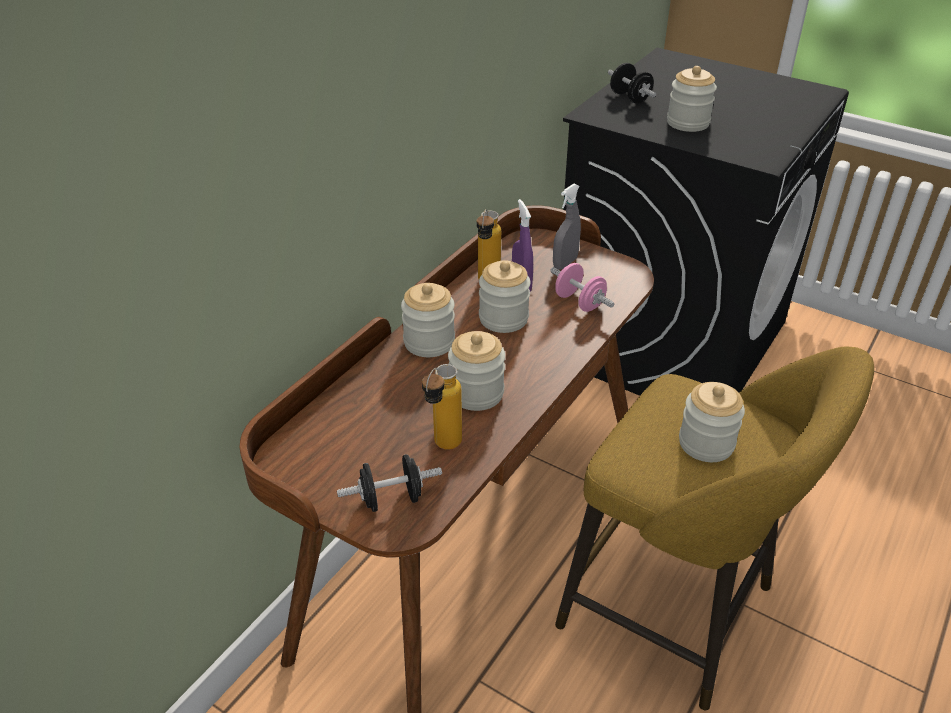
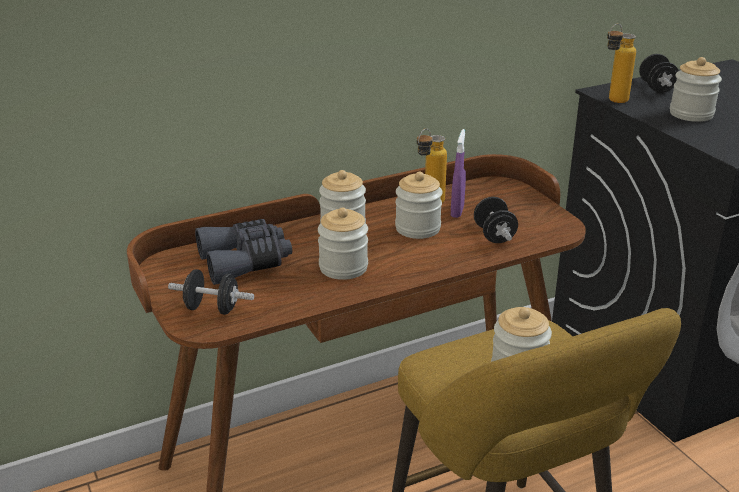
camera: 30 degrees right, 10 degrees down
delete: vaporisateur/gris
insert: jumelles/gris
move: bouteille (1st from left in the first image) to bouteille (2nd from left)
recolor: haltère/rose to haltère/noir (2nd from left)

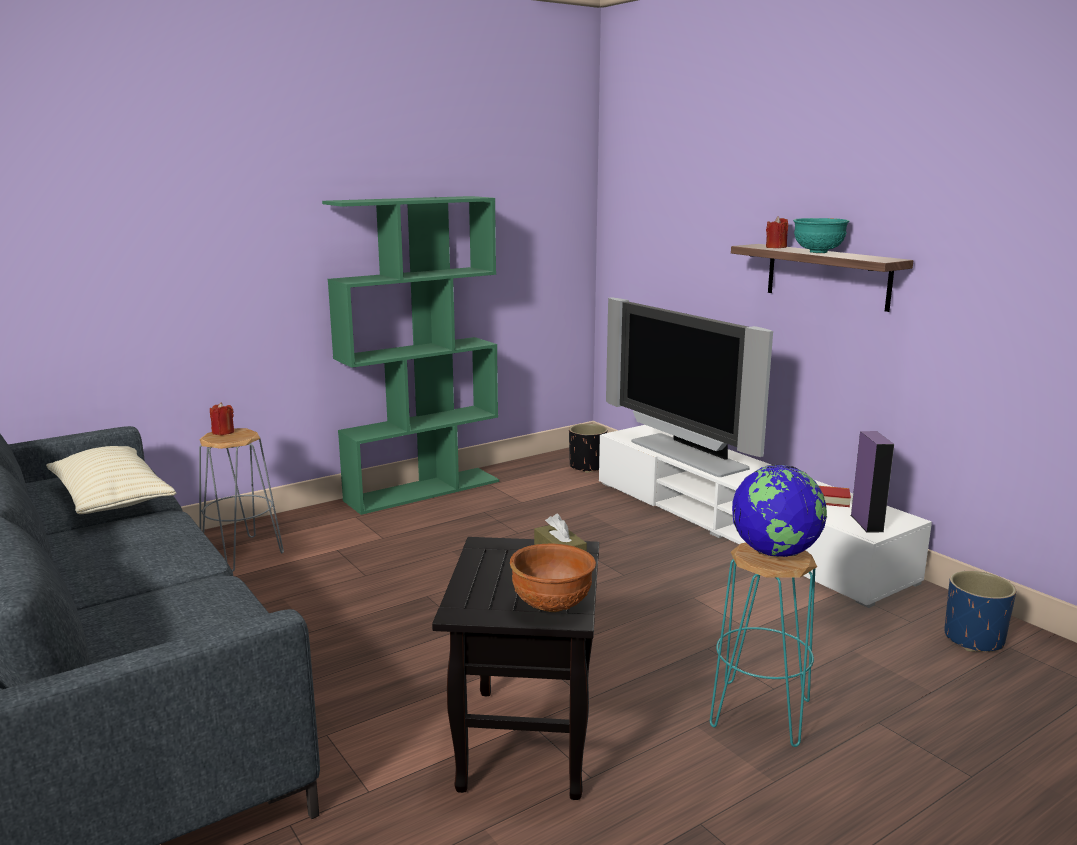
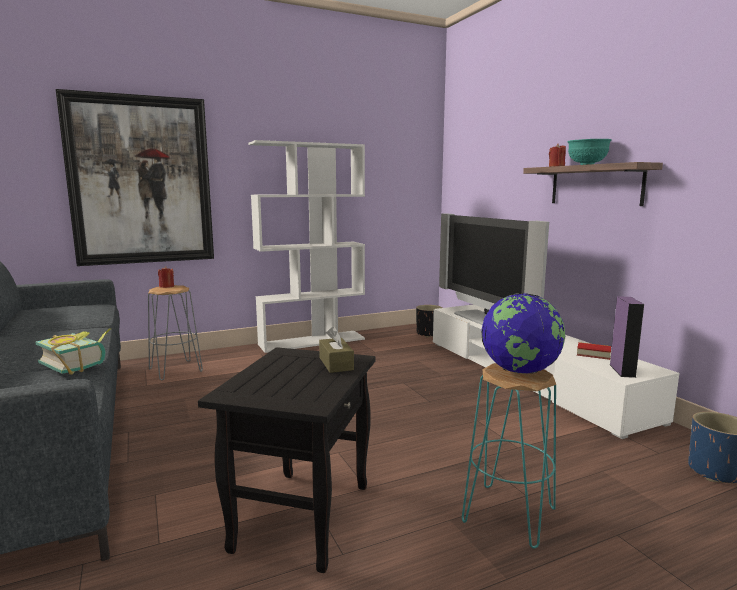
camera: 10 degrees right, 5 degrees down
delete: coussin/beige; bol/marron
insert: livre (1st from left); tableau
recolor: bibliothèque/vert to bibliothèque/blanc

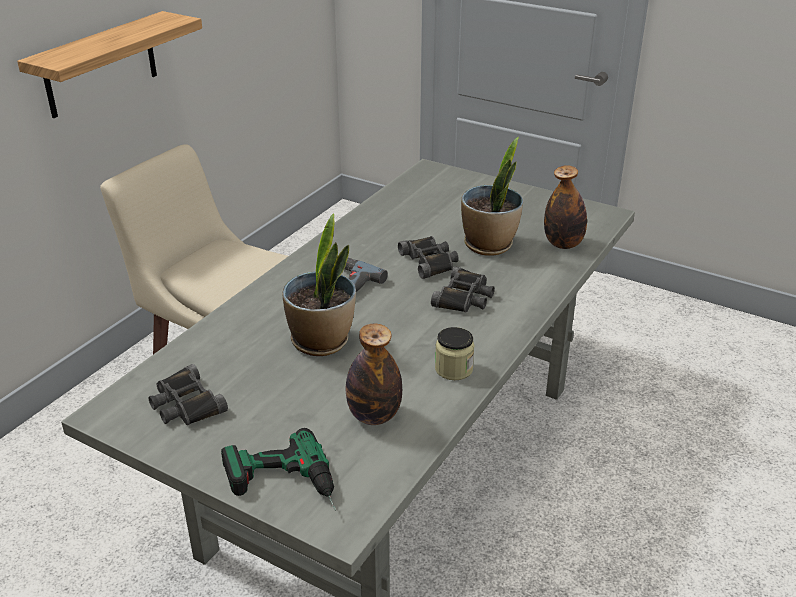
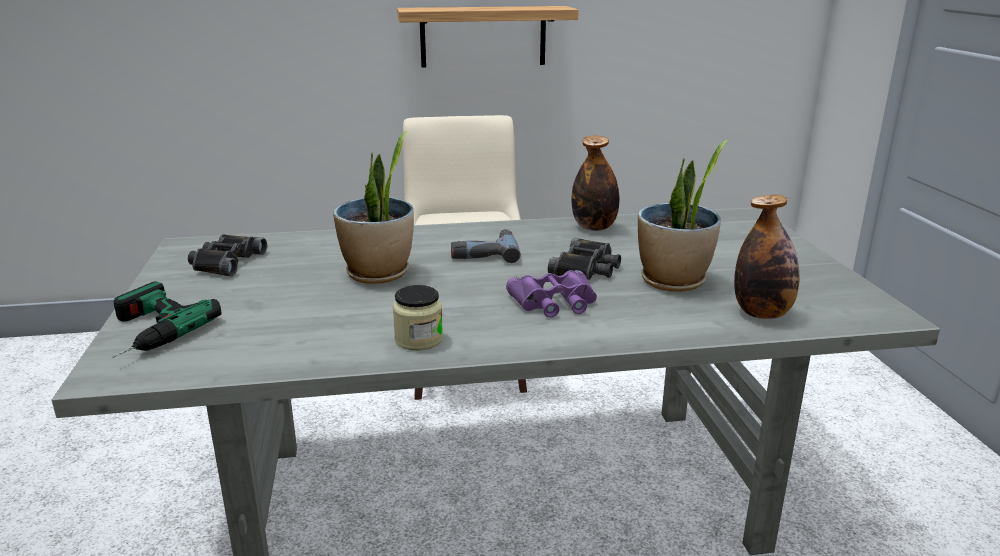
camera: 50 degrees right, 10 degrees down
move: bouteille (1st from left)
recolor: jumelles/noir (3rd from left) to jumelles/violet

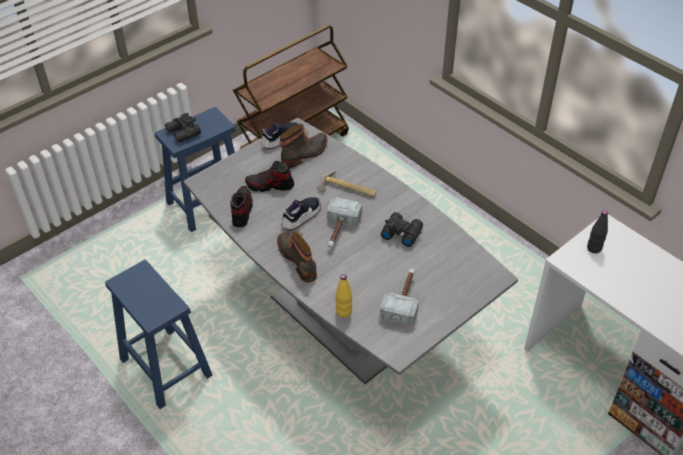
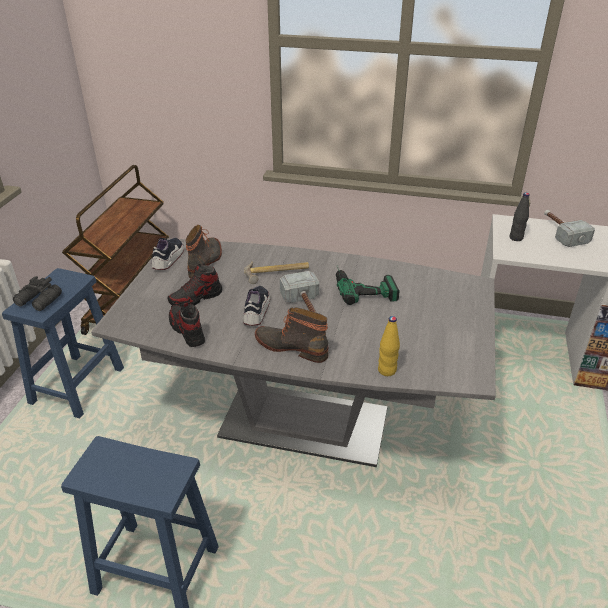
camera: 35 degrees left, 10 degrees down
move: marteau (3rd from left)
replace: jumelles/noir (2nd from left) to perceuse

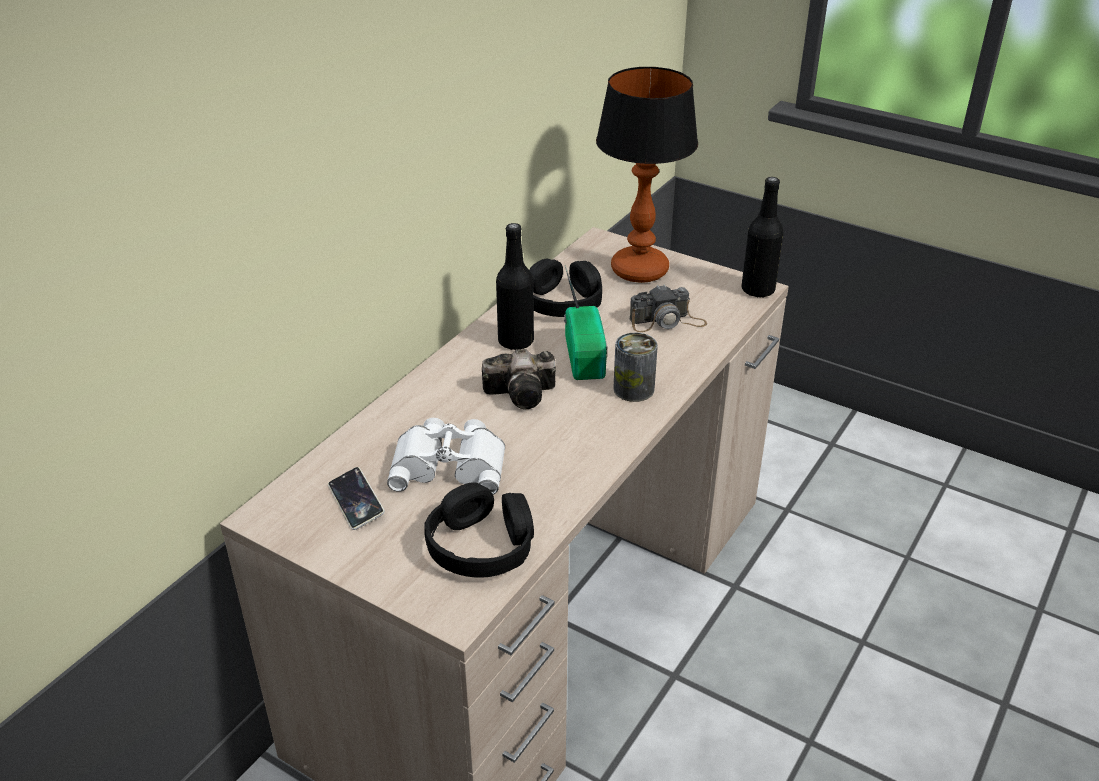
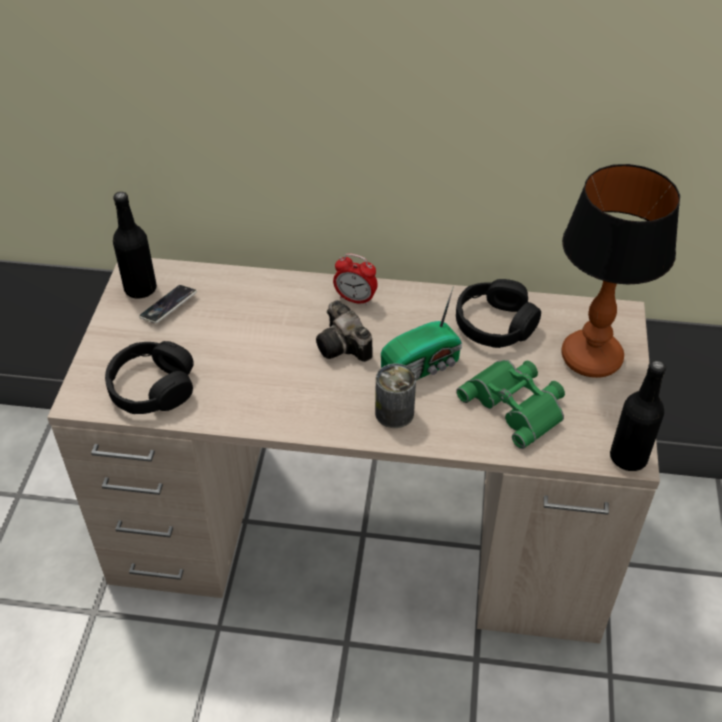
camera: 65 degrees right, 10 degrees up
delete: jumelles/blanc
insert: réveil
move: bouteille/noir (1st from left)
replace: appareil photo (2nd from left) to jumelles/vert

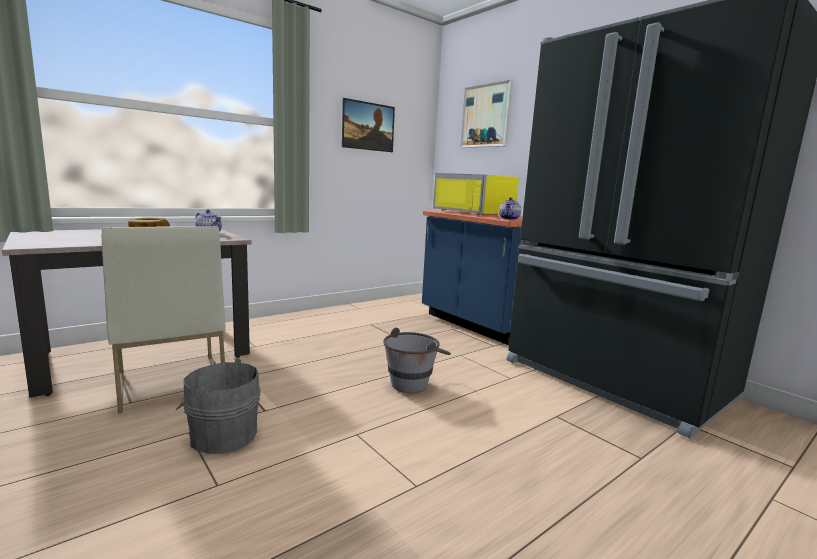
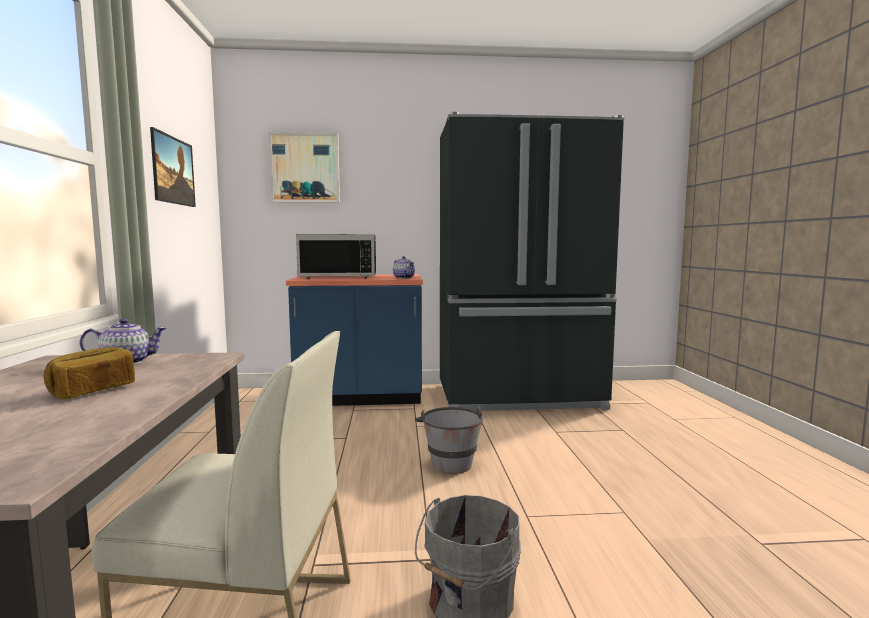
camera: 55 degrees left, 5 degrees down
recolor: micro-ondes/jaune to micro-ondes/noir

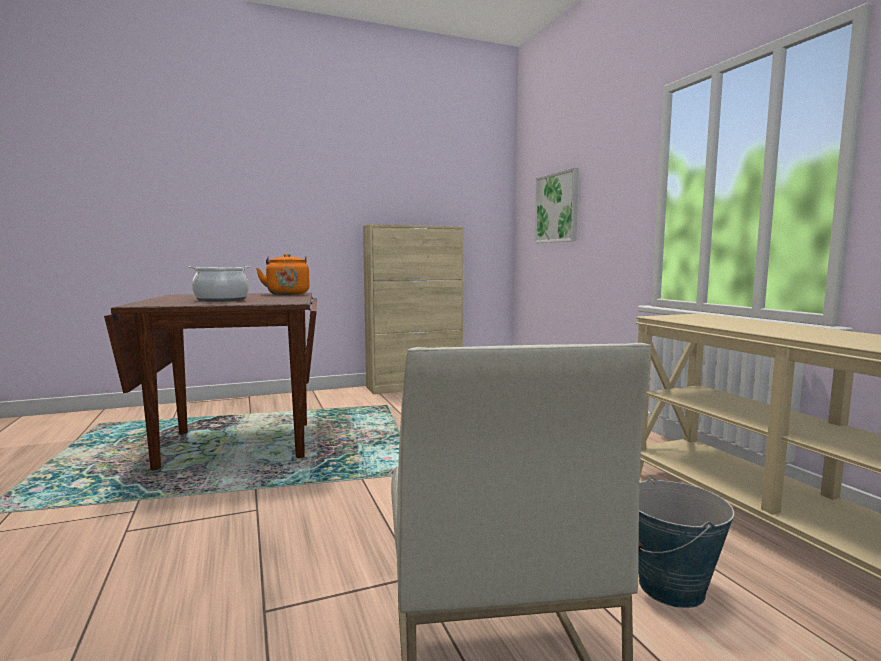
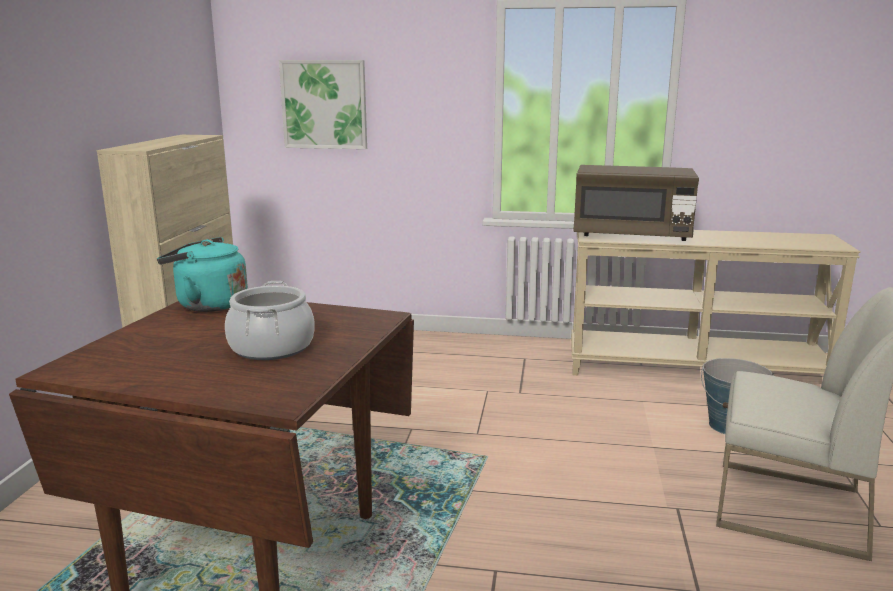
camera: 60 degrees left, 10 degrees up
insert: micro-ondes/marron
recolor: bouilloire/orange to bouilloire/turquoise

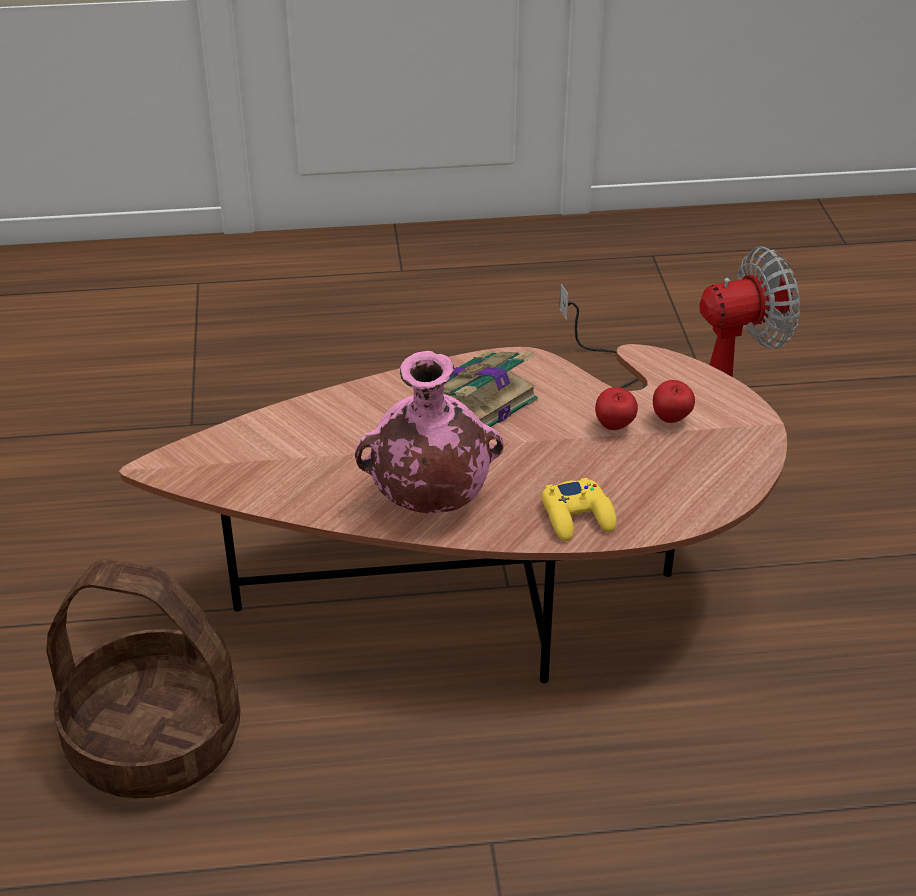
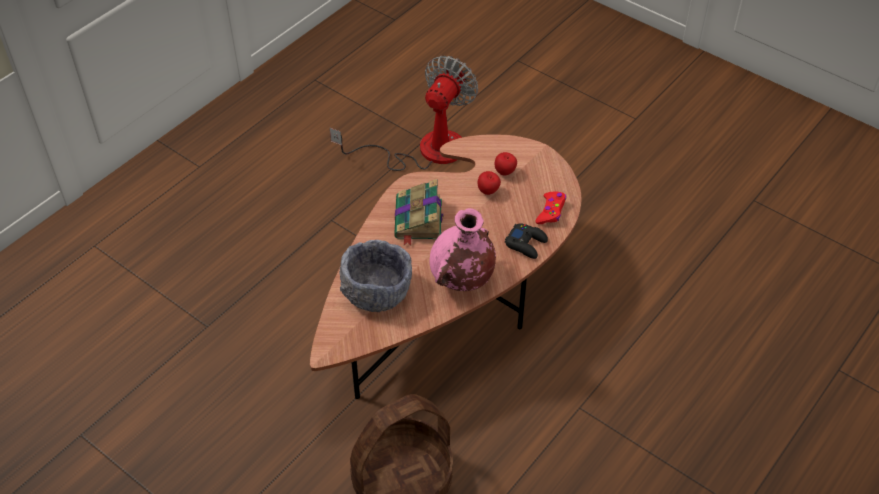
camera: 45 degrees left, 10 degrees up
insert: bol/gris; manette/rouge
recolor: manette/jaune to manette/noir

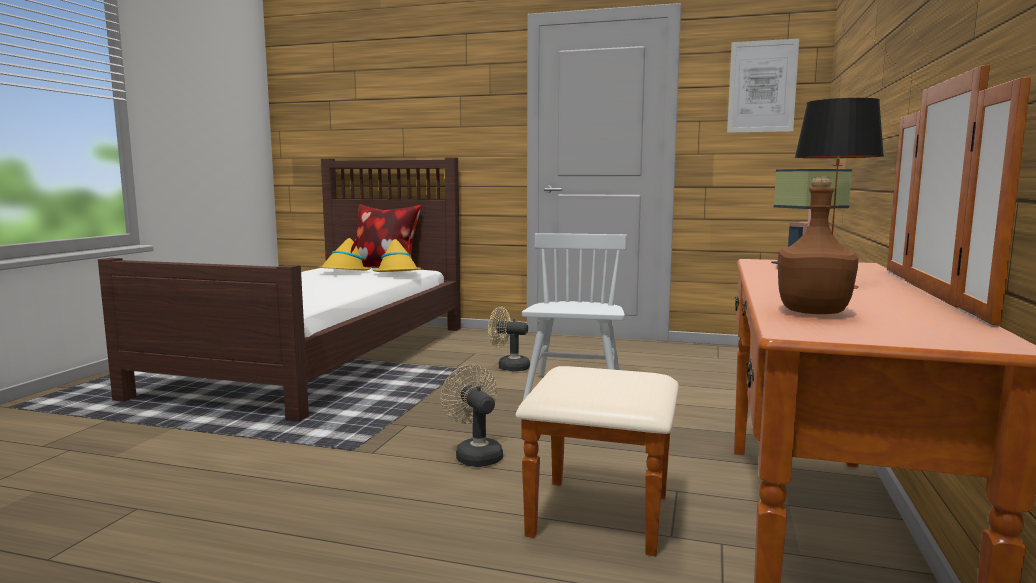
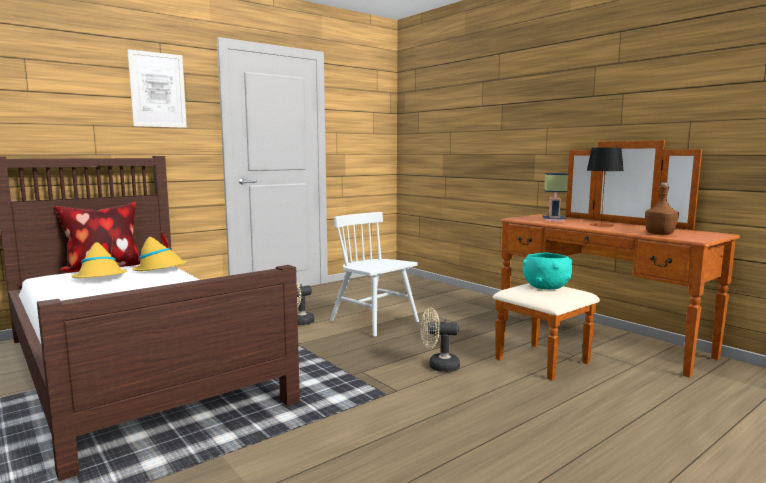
camera: 55 degrees left, 0 degrees up
insert: bol/turquoise
move: tableau

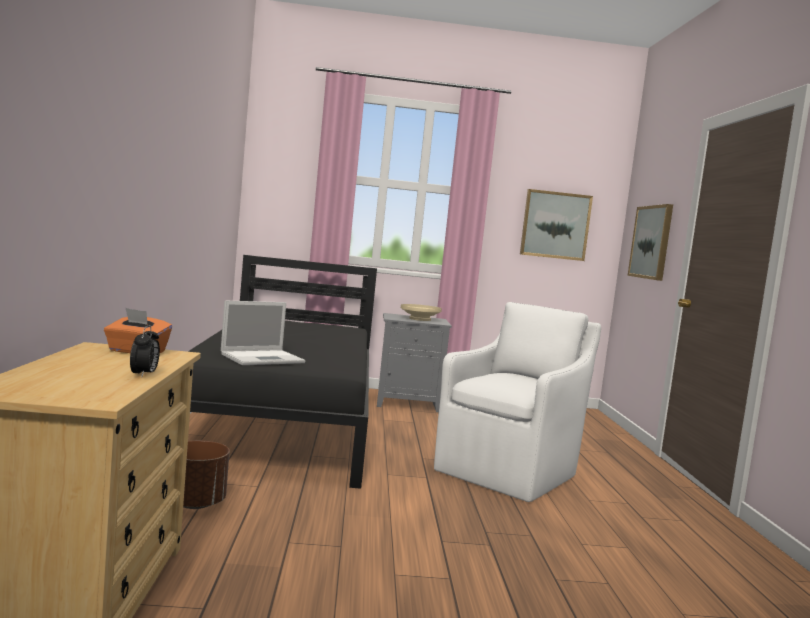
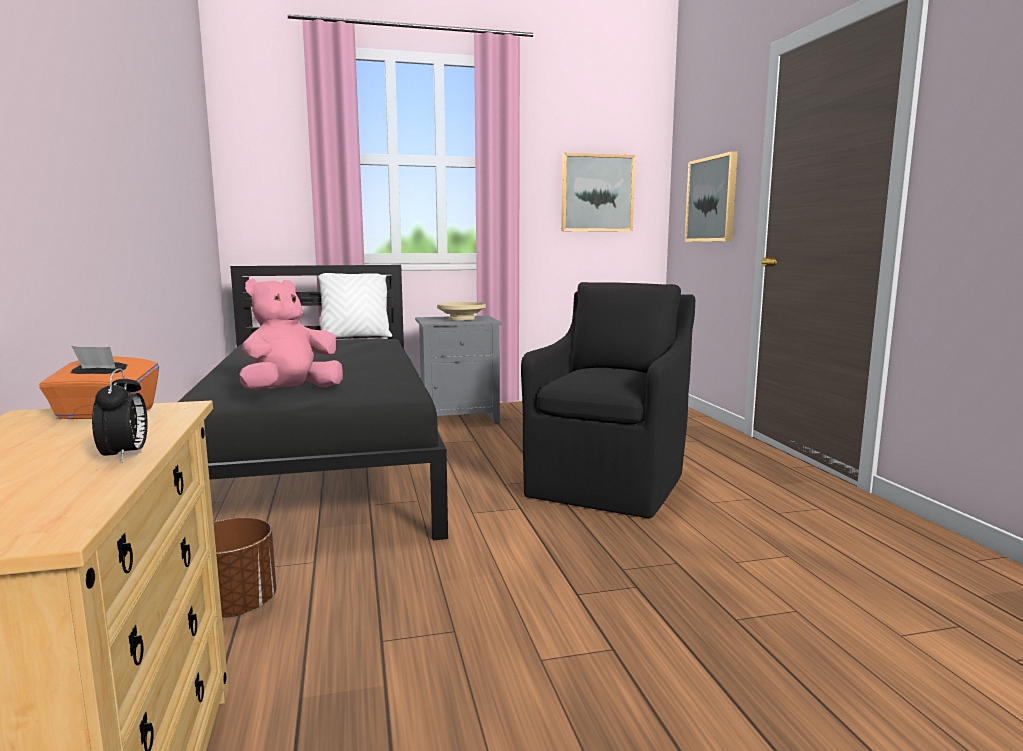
camera: 10 degrees left, 5 degrees up
insert: coussin/blanc
replace: ordinateur portable to peluche/rose
recolor: fauteuil/blanc to fauteuil/noir

